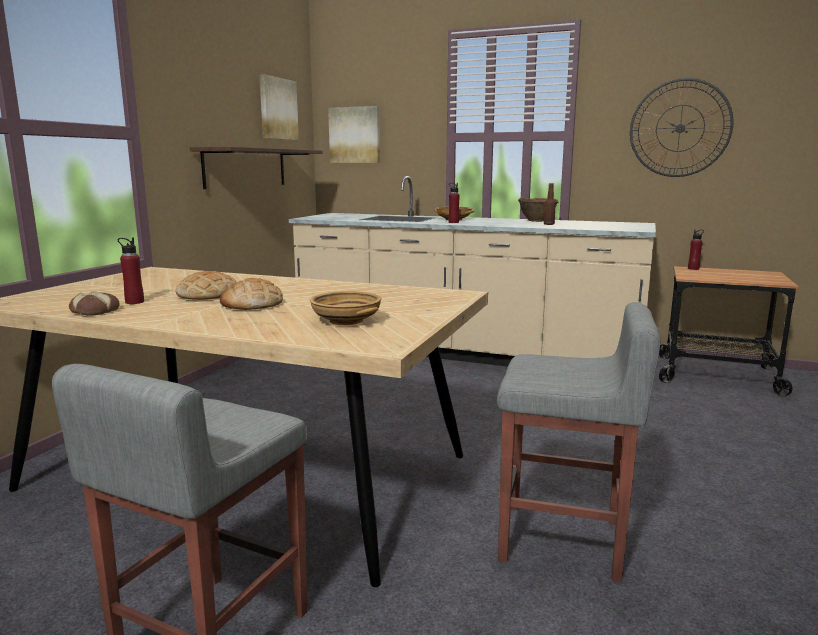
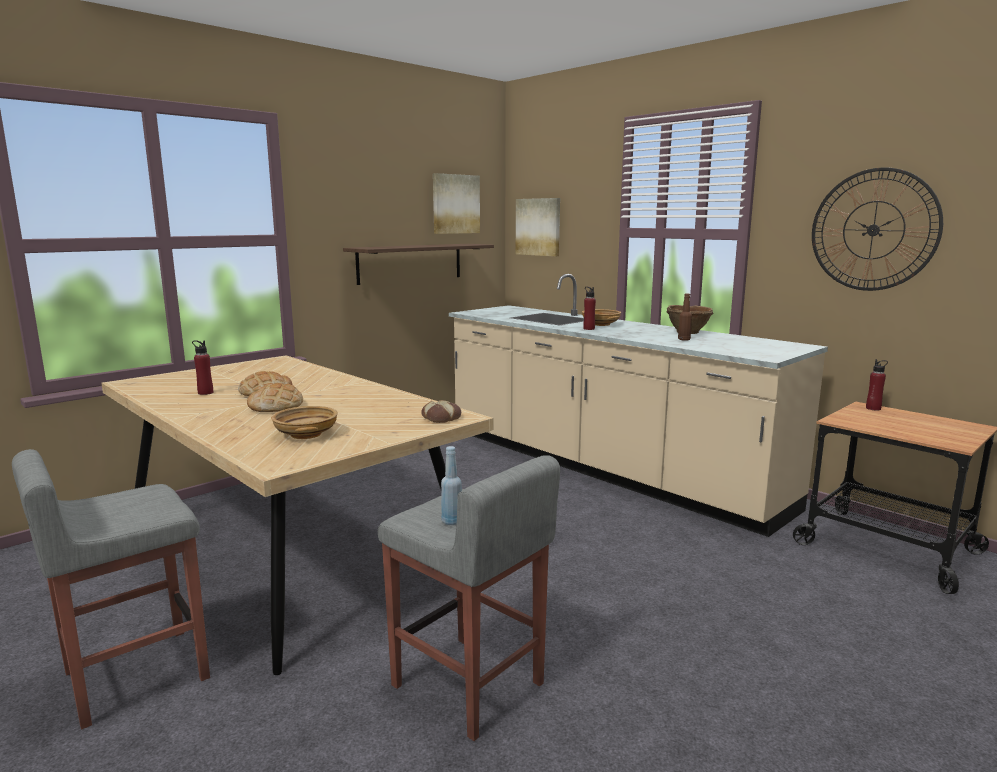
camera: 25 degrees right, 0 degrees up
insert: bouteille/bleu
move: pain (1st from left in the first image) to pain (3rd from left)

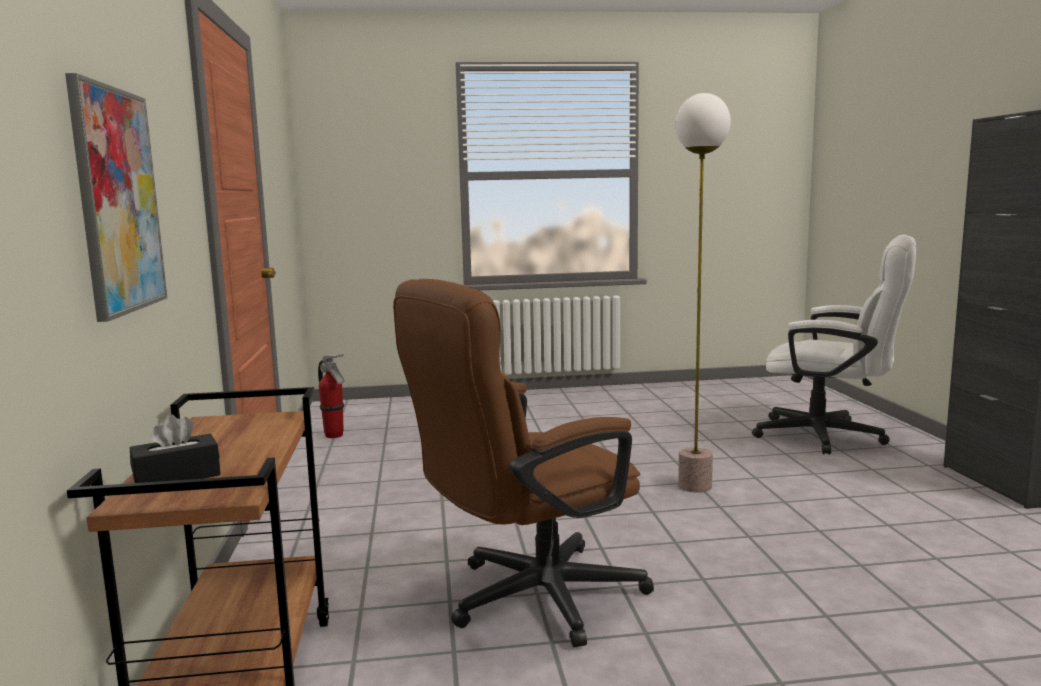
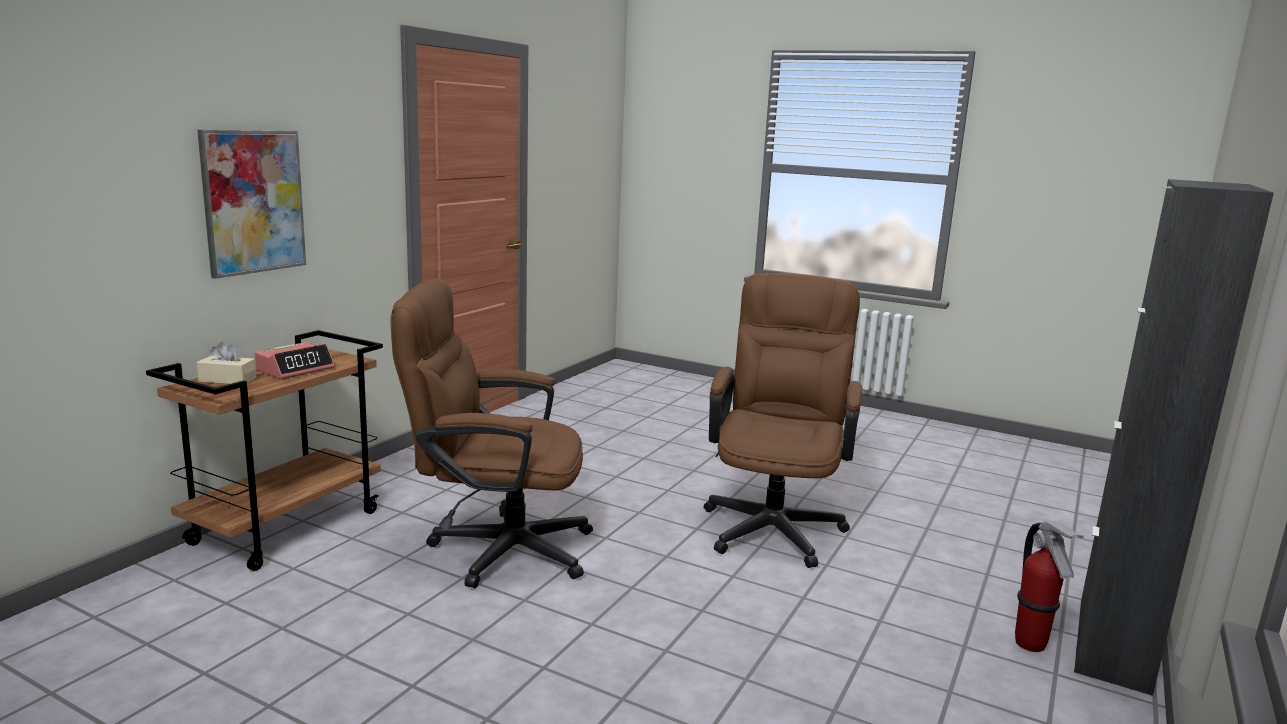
camera: 35 degrees right, 5 degrees up
delete: chaise de bureau/blanc
insert: réveil
move: extincteur
replace: lampadaire to chaise de bureau/marron (2nd from left)
recolor: boîte à mouchoirs/noir to boîte à mouchoirs/beige

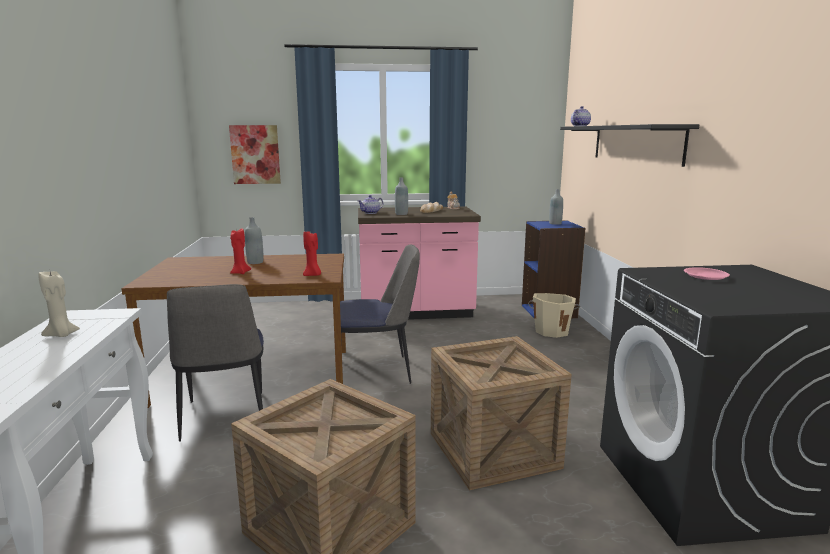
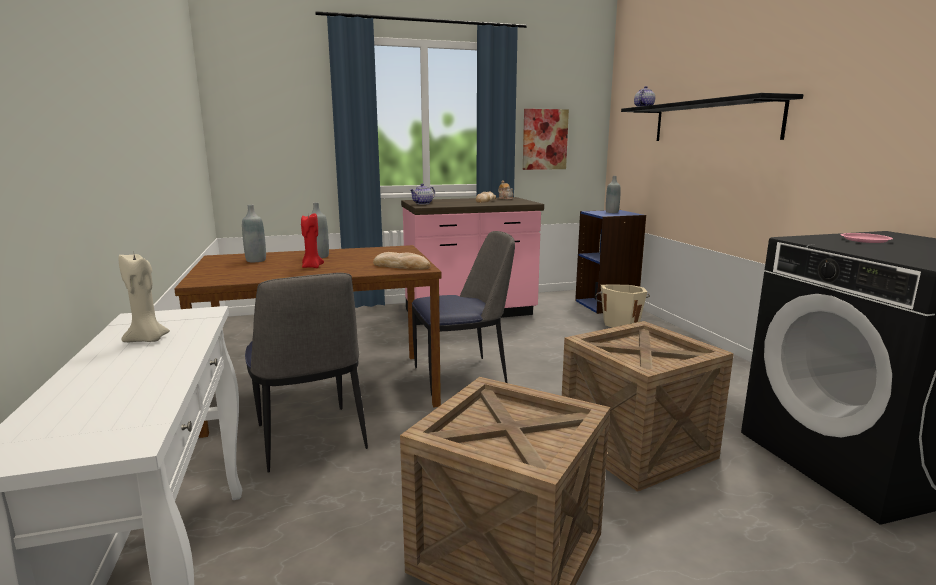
camera: 10 degrees left, 0 degrees up
move: tableau; bouteille/gris (2nd from left in the first image) to bouteille/gris (1st from left)
replace: bougie/rouge (2nd from left) to pain (1st from left)

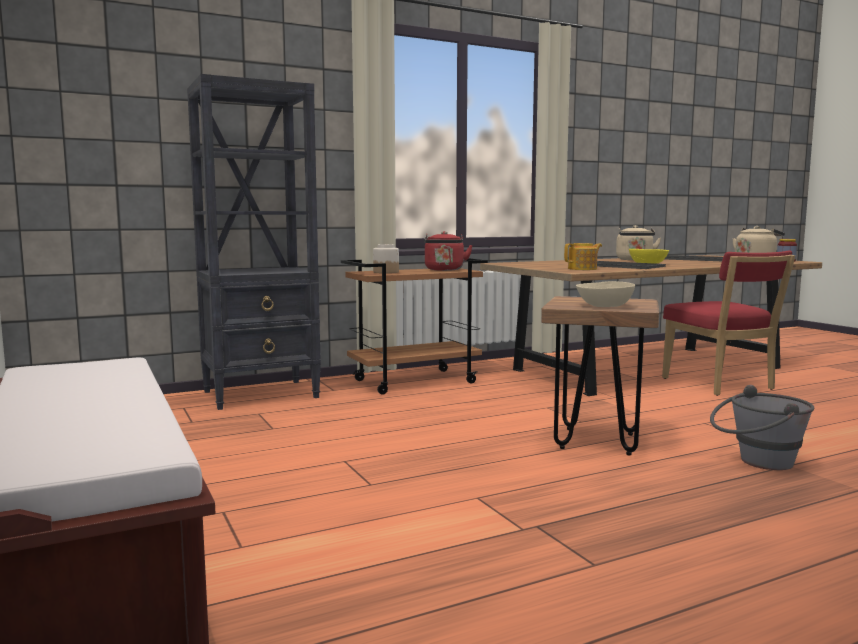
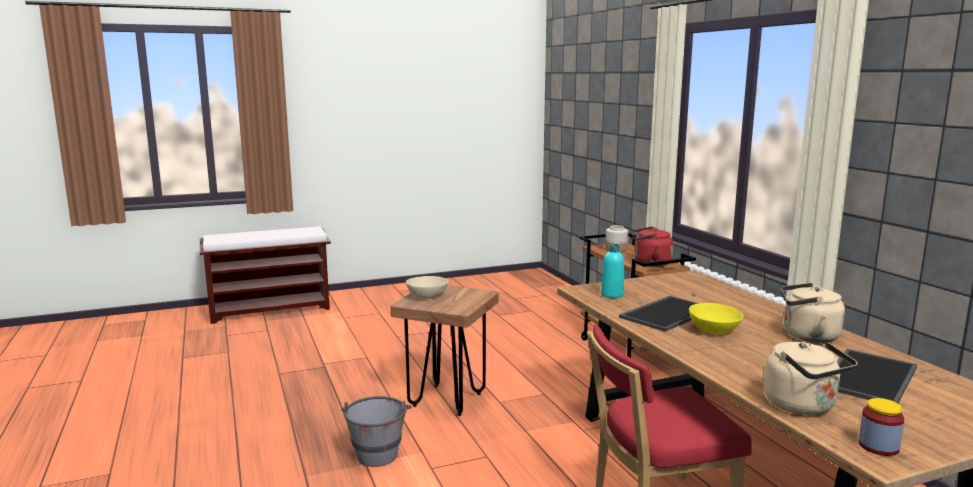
camera: 95 degrees right, 5 degrees up
delete: bibliothèque/noir
replace: théière to bouteille/turquoise

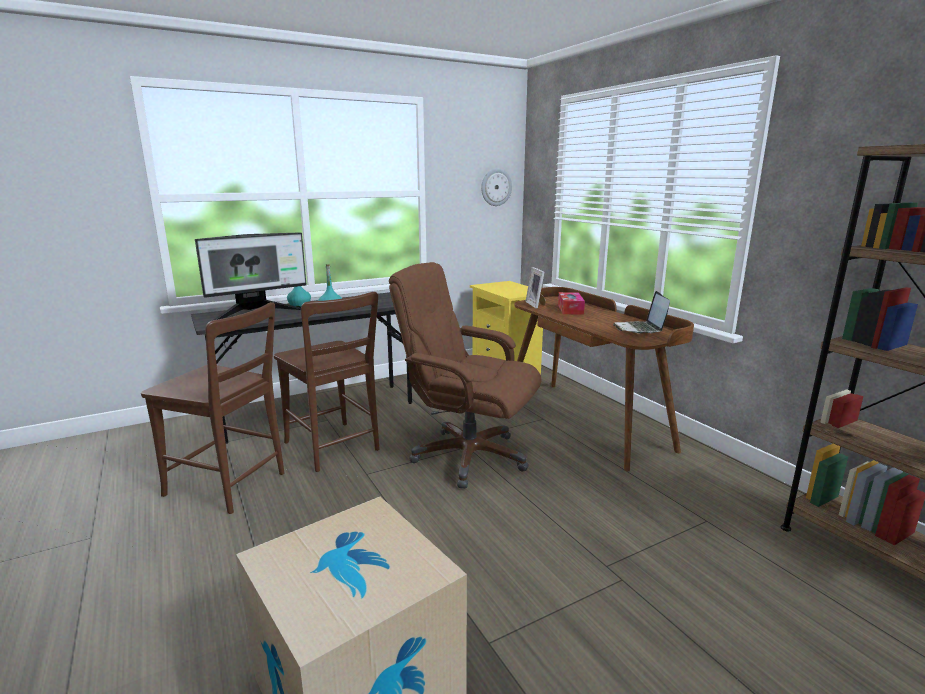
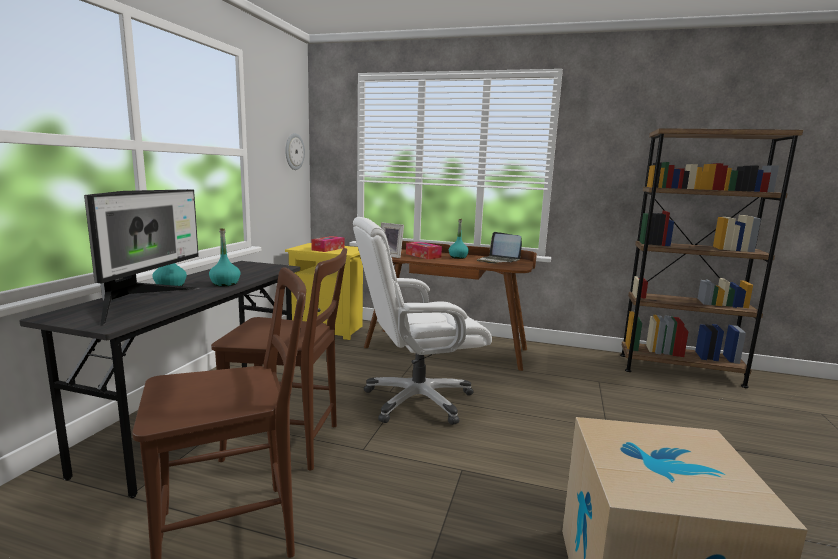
camera: 45 degrees left, 5 degrees down
insert: boîte à mouchoirs (1st from left); bouteille/turquoise (3rd from left)
recolor: chaise de bureau/marron to chaise de bureau/blanc

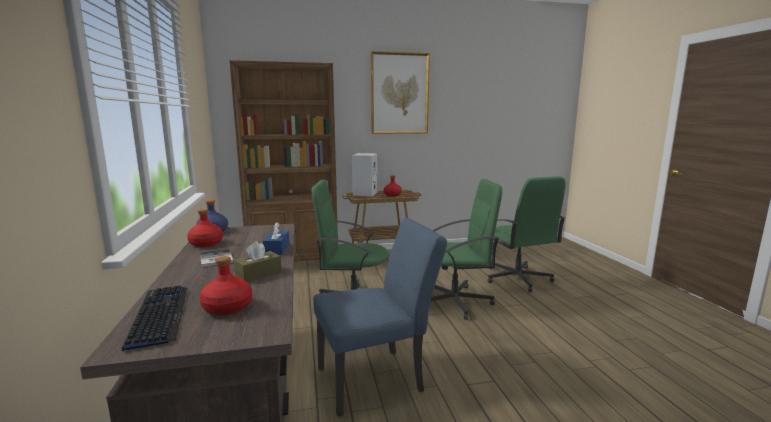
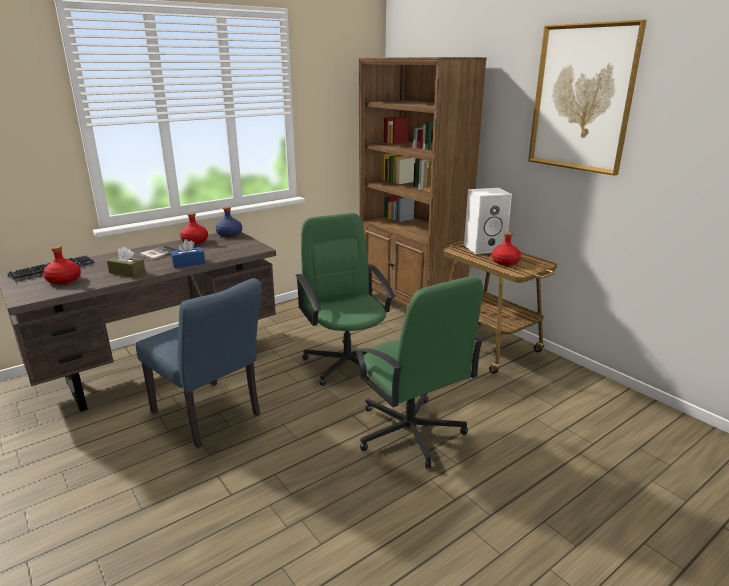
camera: 65 degrees right, 10 degrees up
delete: chaise de bureau/vert (3rd from left)

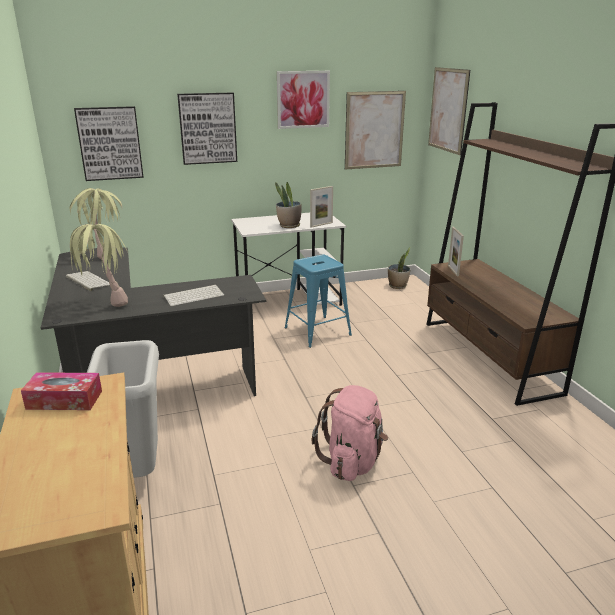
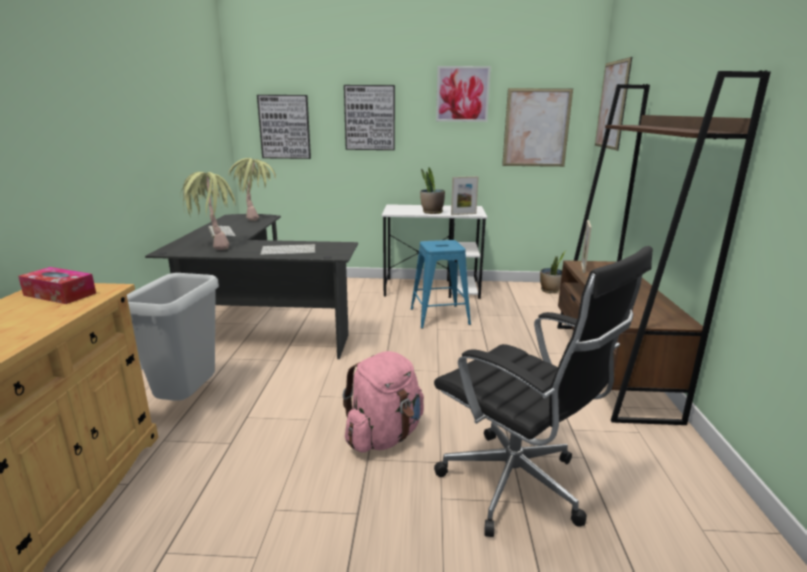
camera: 20 degrees right, 5 degrees down
insert: chaise de bureau/noir

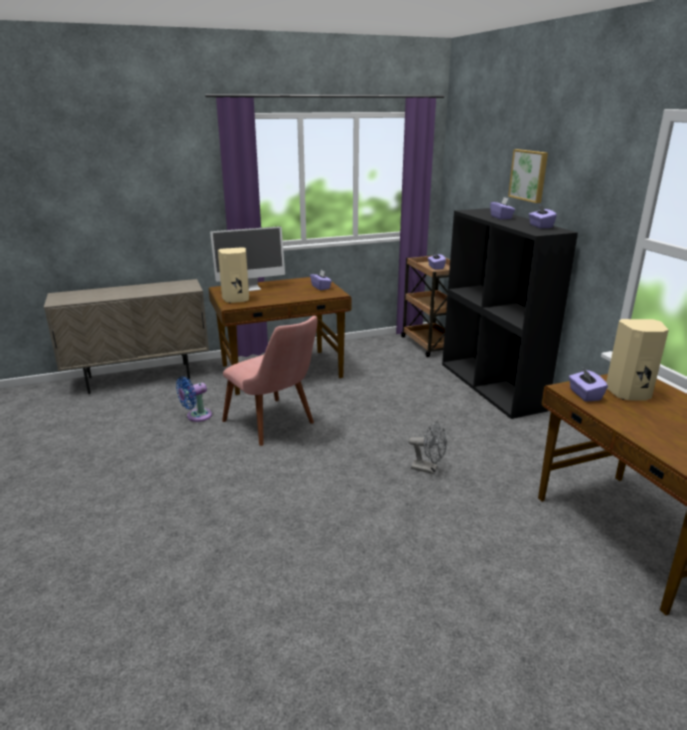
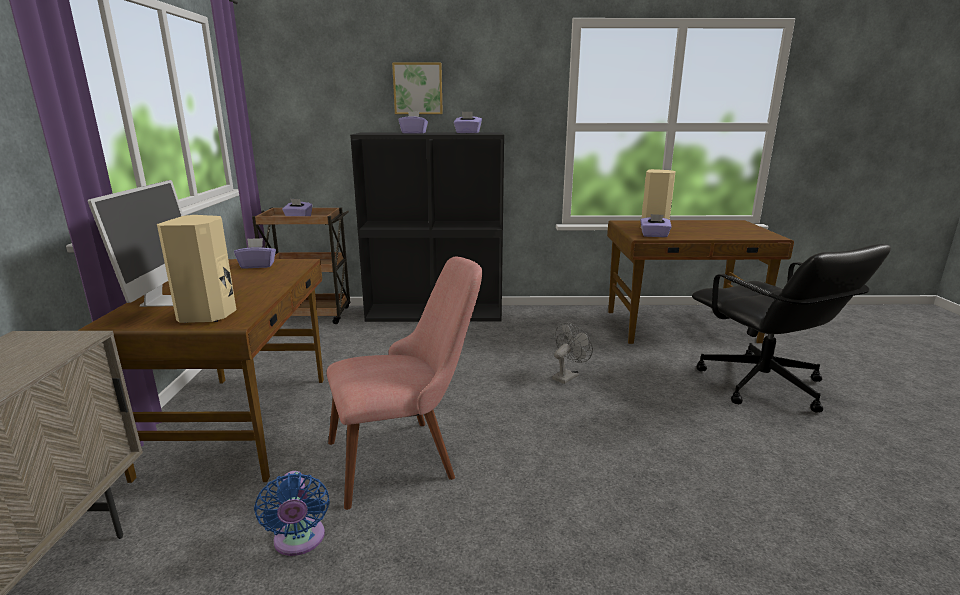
camera: 70 degrees left, 5 degrees down
insert: chaise de bureau/noir

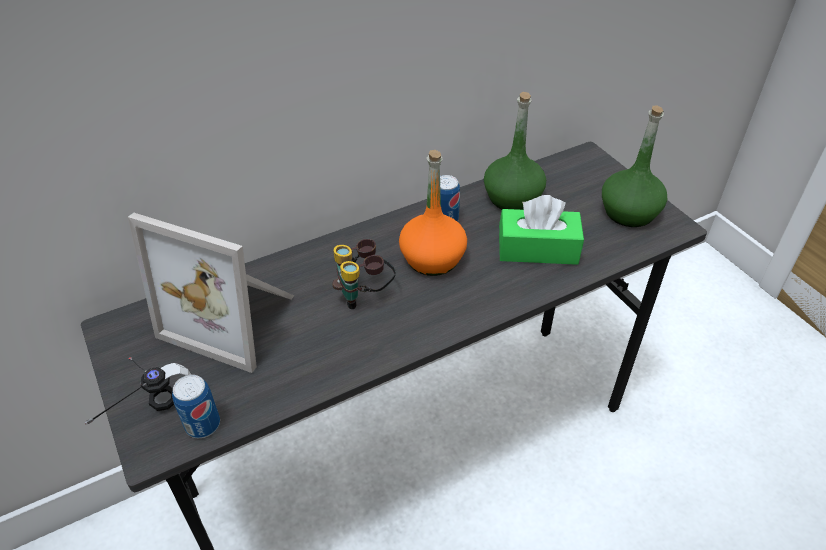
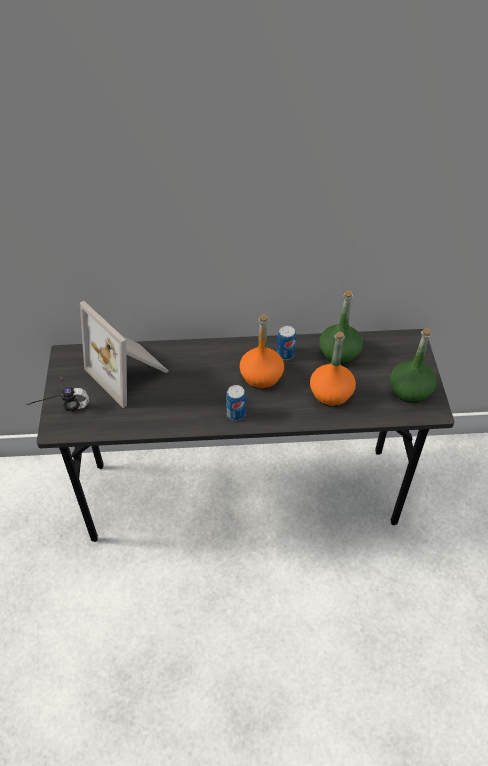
camera: 25 degrees right, 5 degrees up
delete: jumelles
move: boîte métallique (1st from left)
replace: boîte à mouchoirs/vert to bouteille/orange (2nd from left)

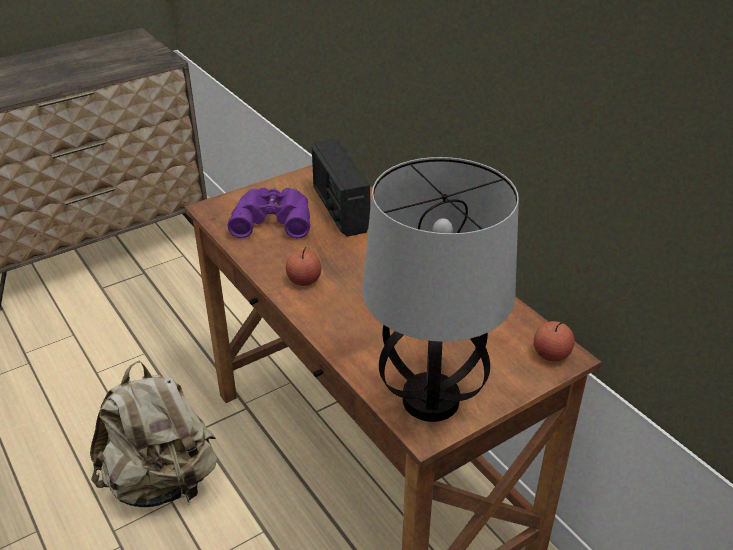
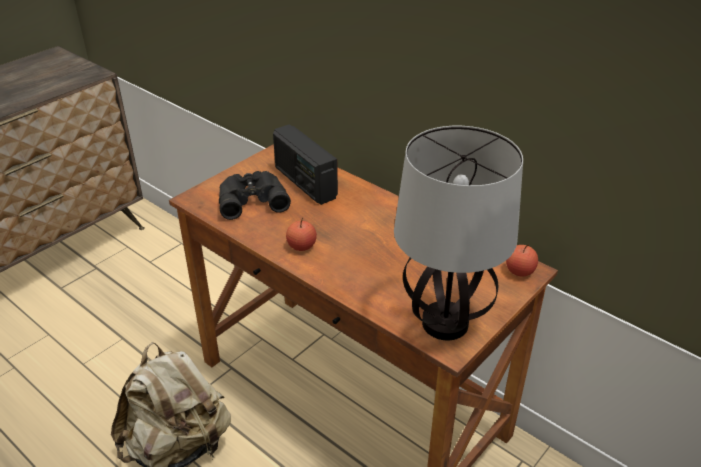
camera: 15 degrees left, 0 degrees up
recolor: jumelles/violet to jumelles/noir

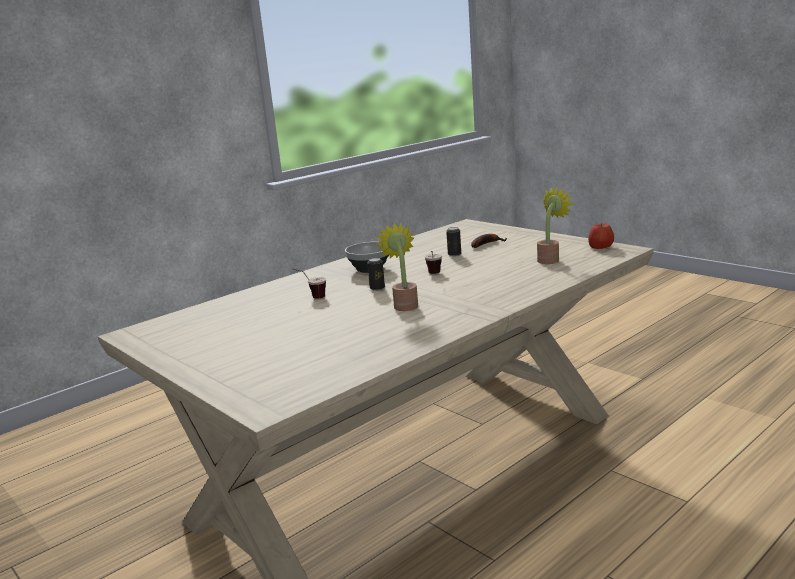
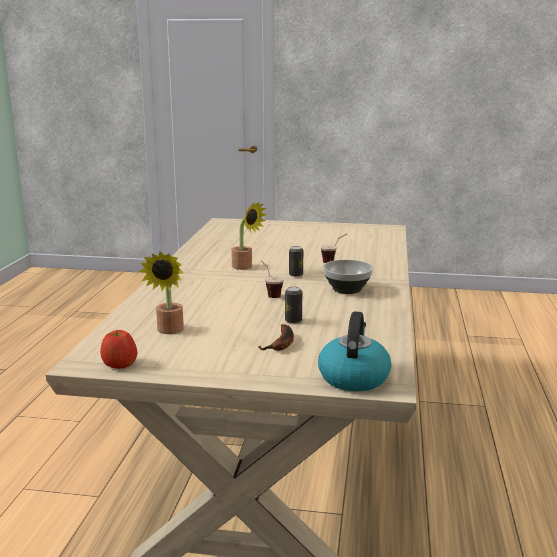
camera: 140 degrees right, 0 degrees up
insert: bouilloire

